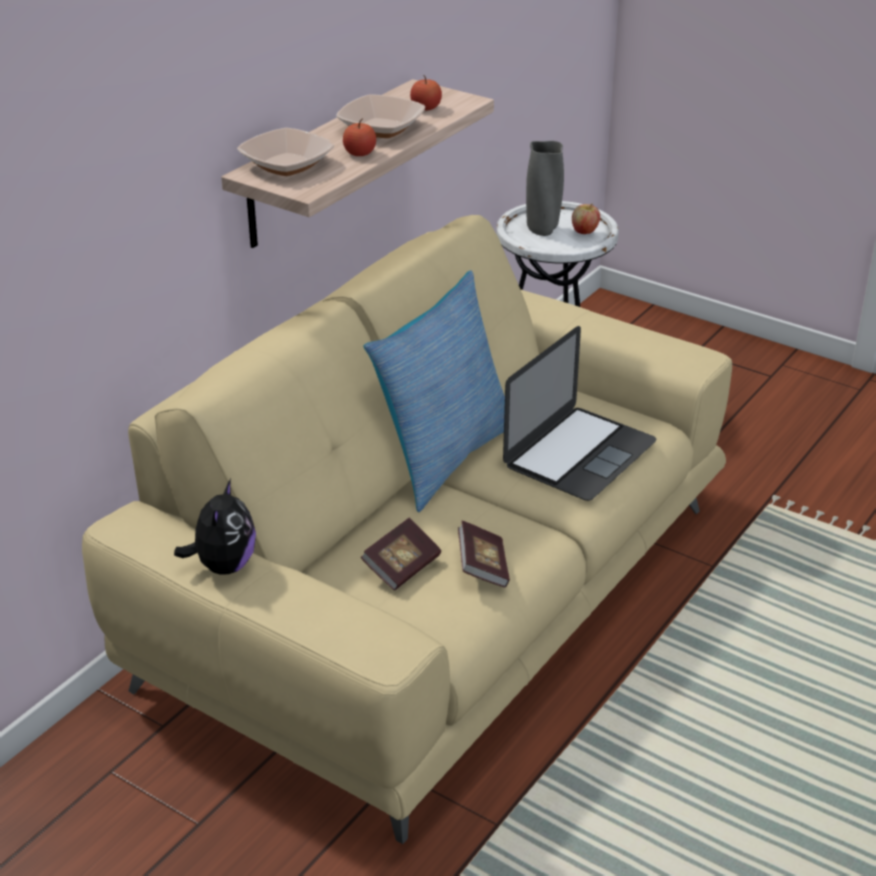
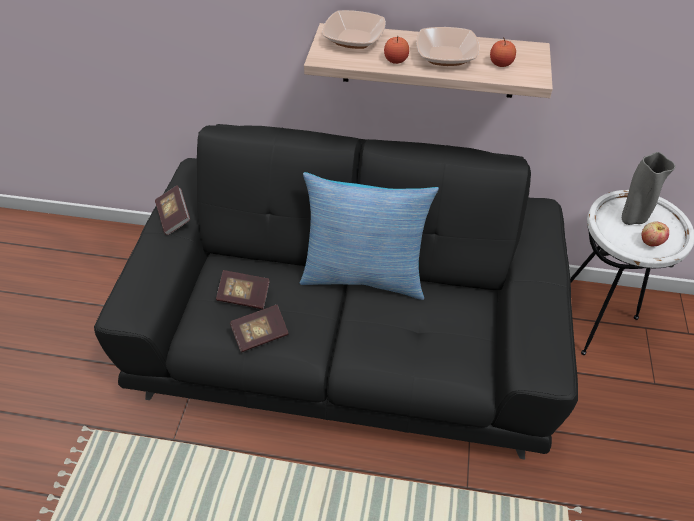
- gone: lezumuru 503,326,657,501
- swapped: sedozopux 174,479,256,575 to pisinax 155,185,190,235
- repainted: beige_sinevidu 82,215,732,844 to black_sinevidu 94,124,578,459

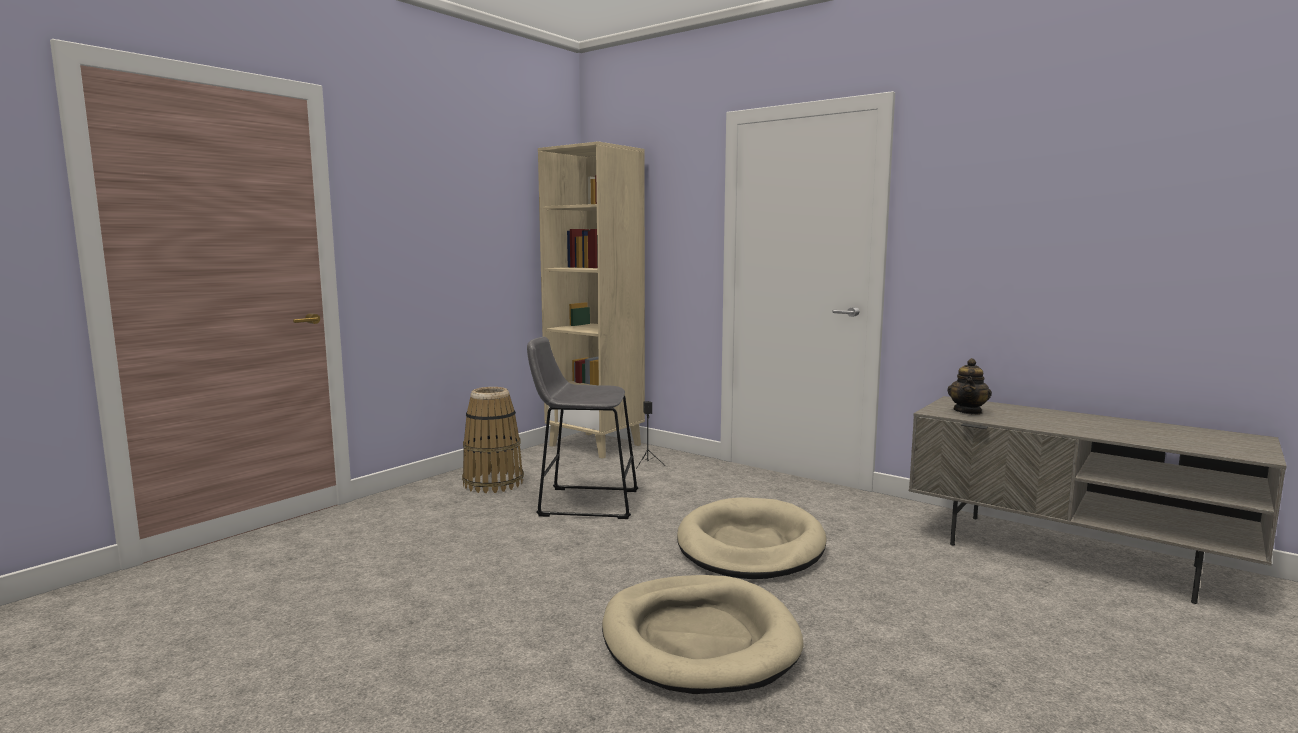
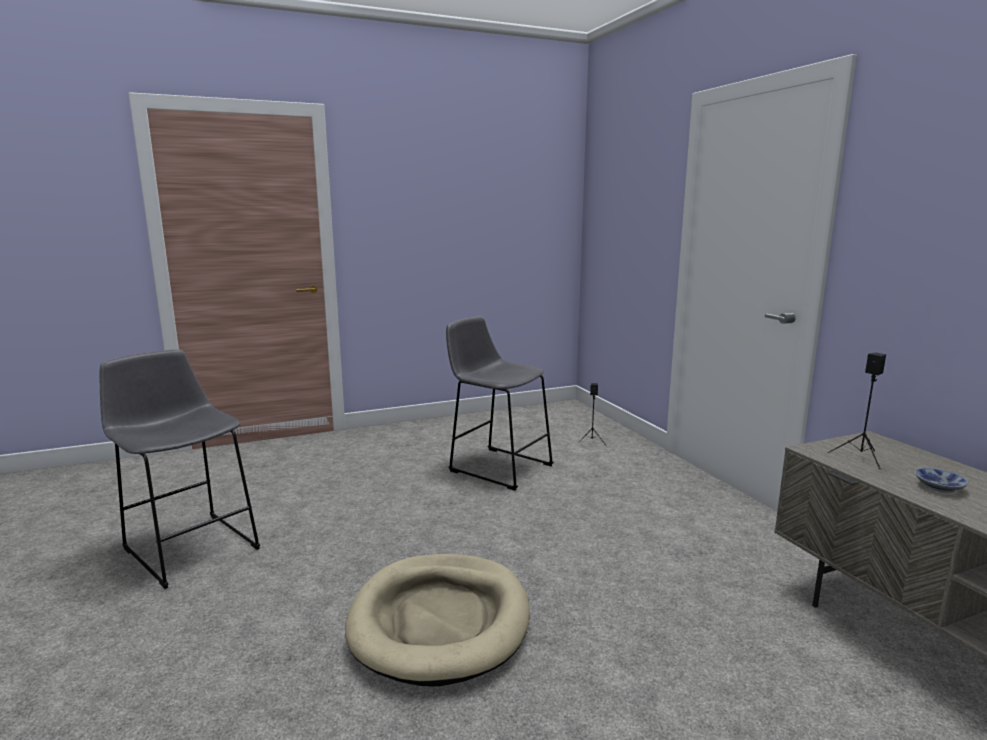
- gone: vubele 462,387,524,493
- gone: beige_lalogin 538,141,645,459
- gone: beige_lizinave 677,497,827,579
- new: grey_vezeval 99,349,260,589
- new: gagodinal 915,468,968,493
- swapped: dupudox 947,358,992,415 to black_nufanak 828,353,886,469

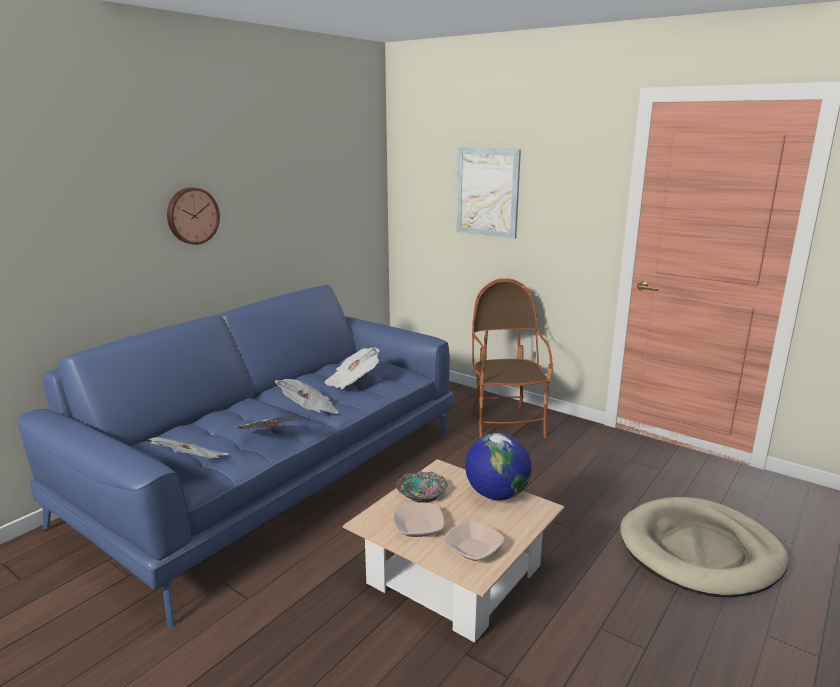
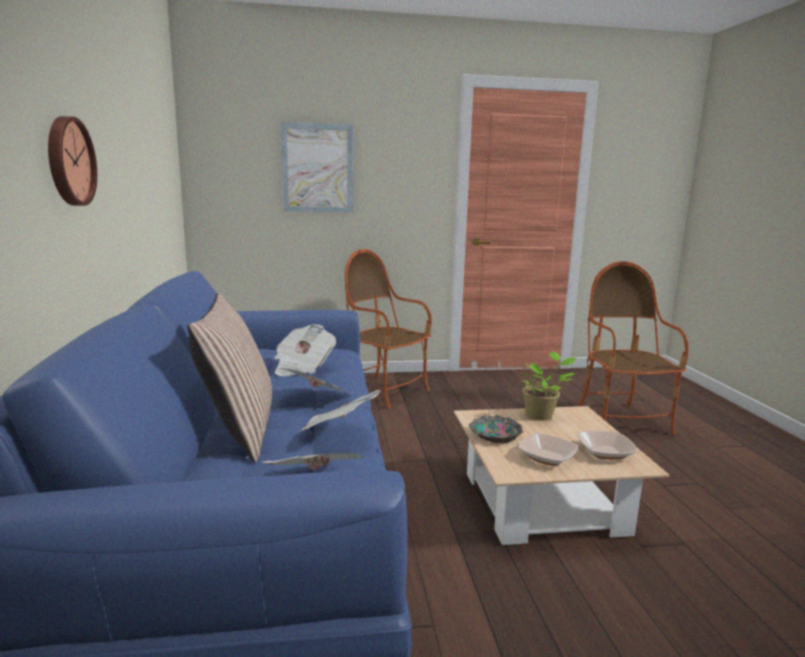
- new: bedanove 187,293,272,463
- swapped: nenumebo 465,433,532,500 to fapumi 520,351,576,421
- swapped: beige_lizinave 620,497,789,597 to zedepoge 578,261,689,436

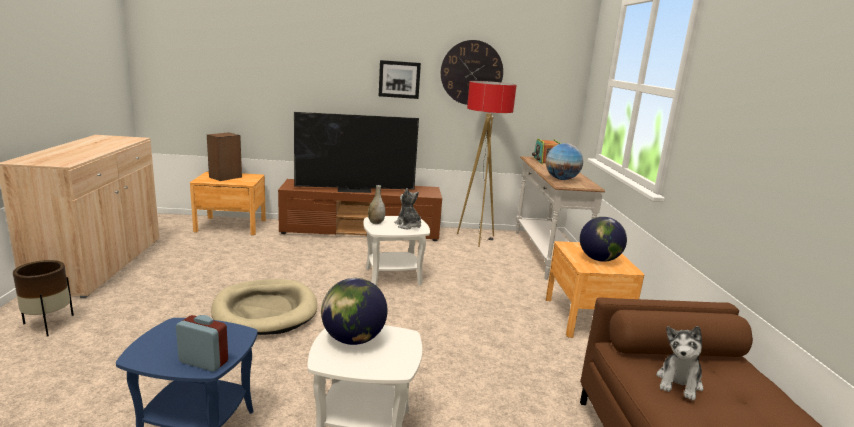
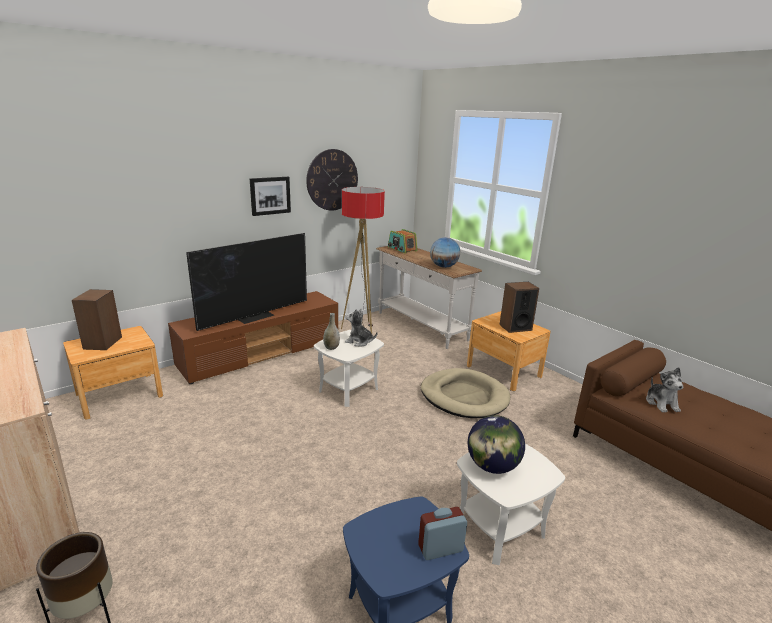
- shifted: beige_lizinave 211,279,317,335 to 421,368,510,418
- swapped: nenumebo 580,217,627,262 to nufanak 499,282,539,333

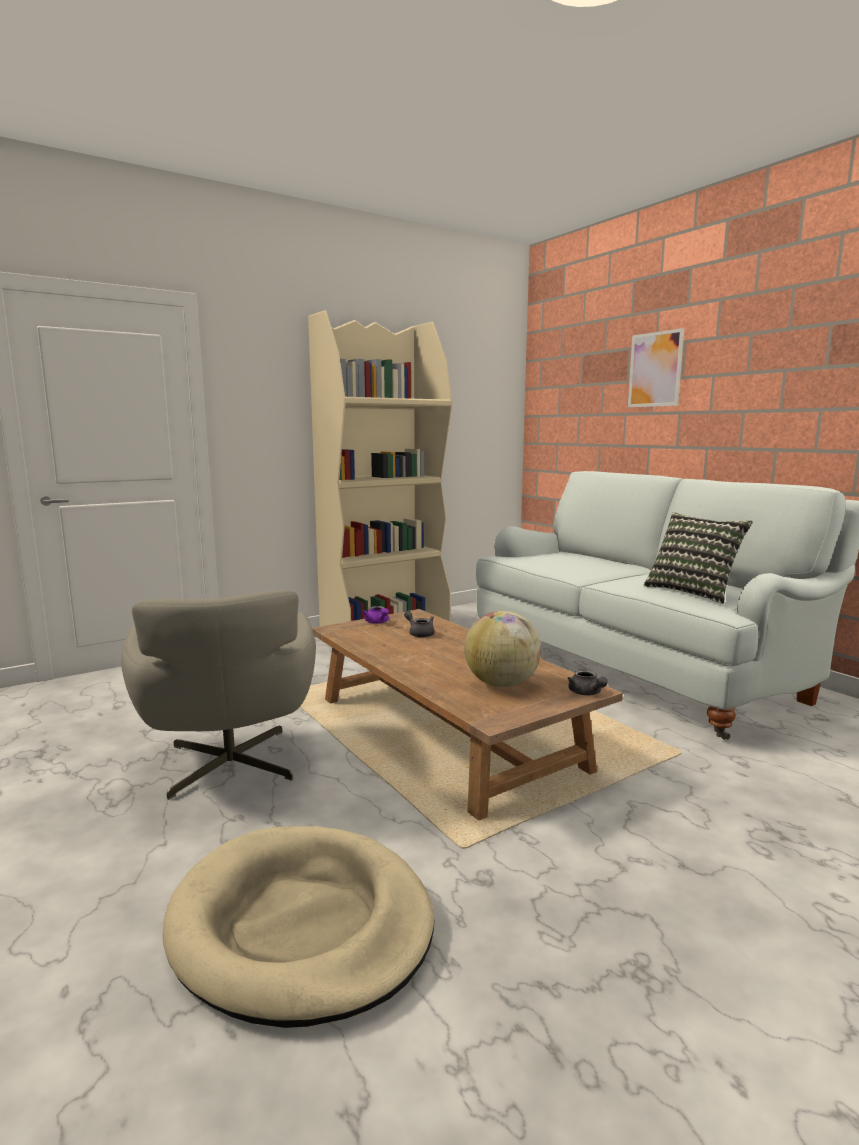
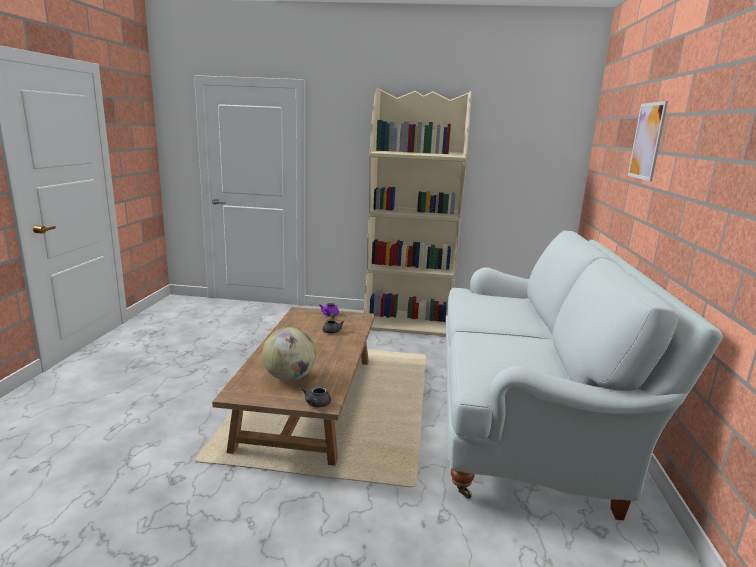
- gone: grey_zedepoge 121,590,316,800
- gone: beige_lizinave 162,826,434,1028
- gone: bedanove 644,512,753,604

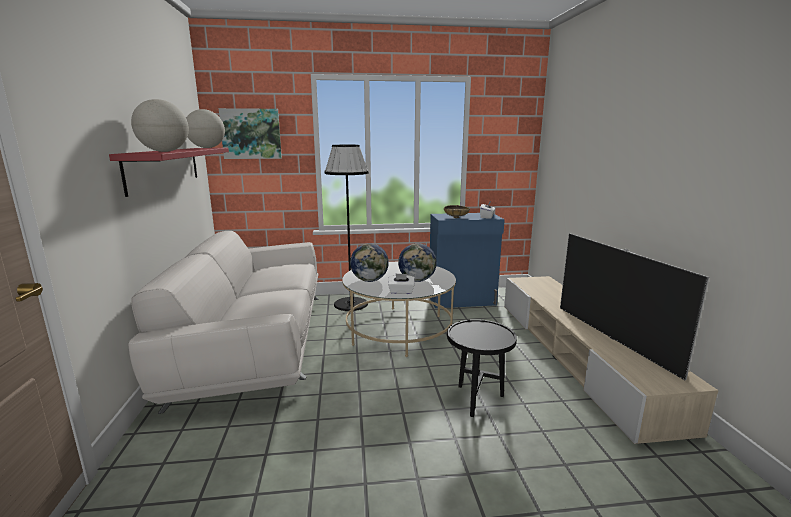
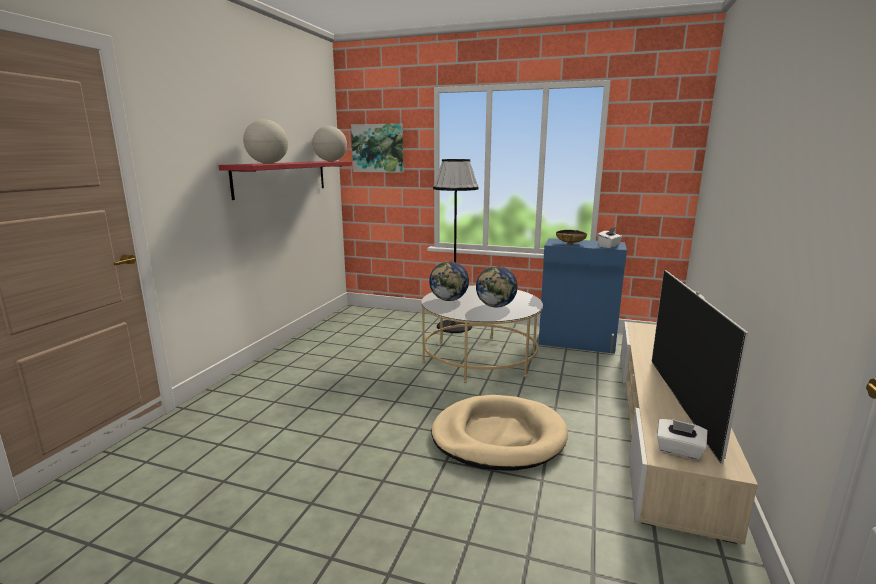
- gone: white_sinevidu 128,231,318,414
- shifted: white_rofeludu 388,274,415,294 to 657,419,707,460
- swapped: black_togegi 447,319,517,417 to beige_lizinave 431,395,568,471

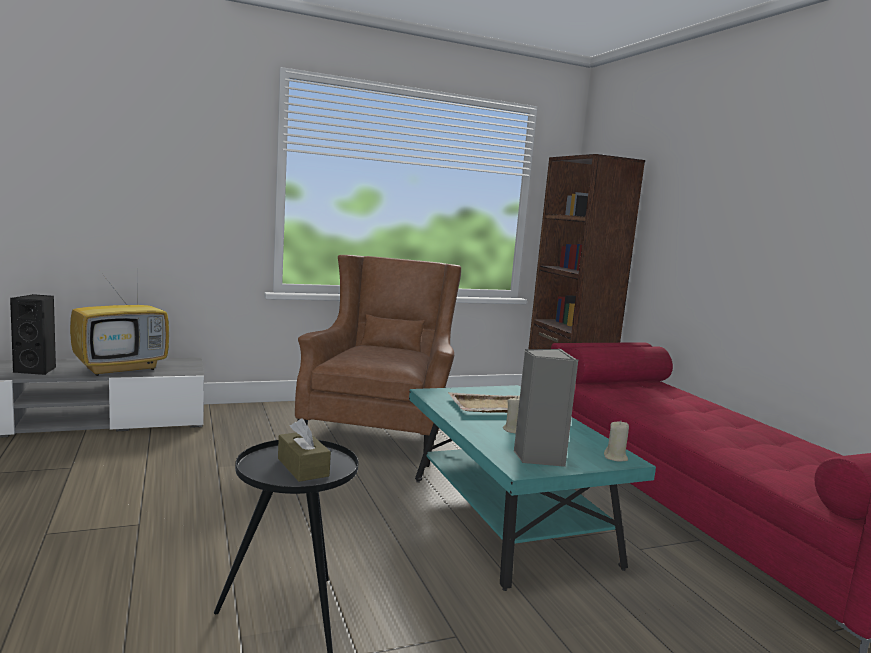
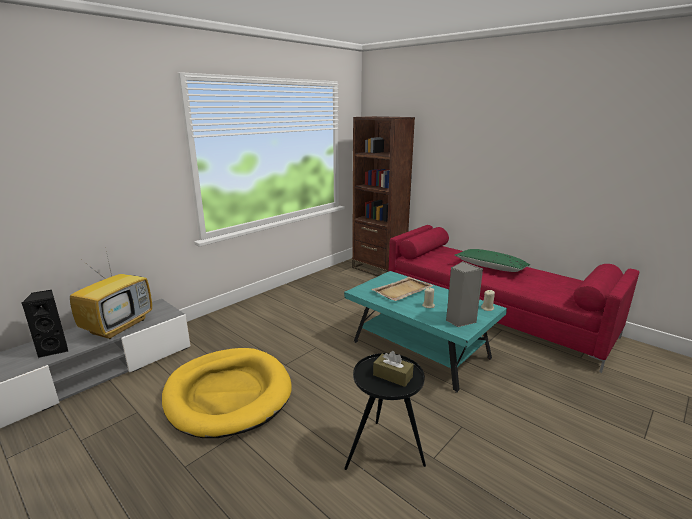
- gone: brown_zedepoge 295,255,461,467
- new: yellow_lizinave 162,348,292,438
- new: green_bedanove 455,249,530,272

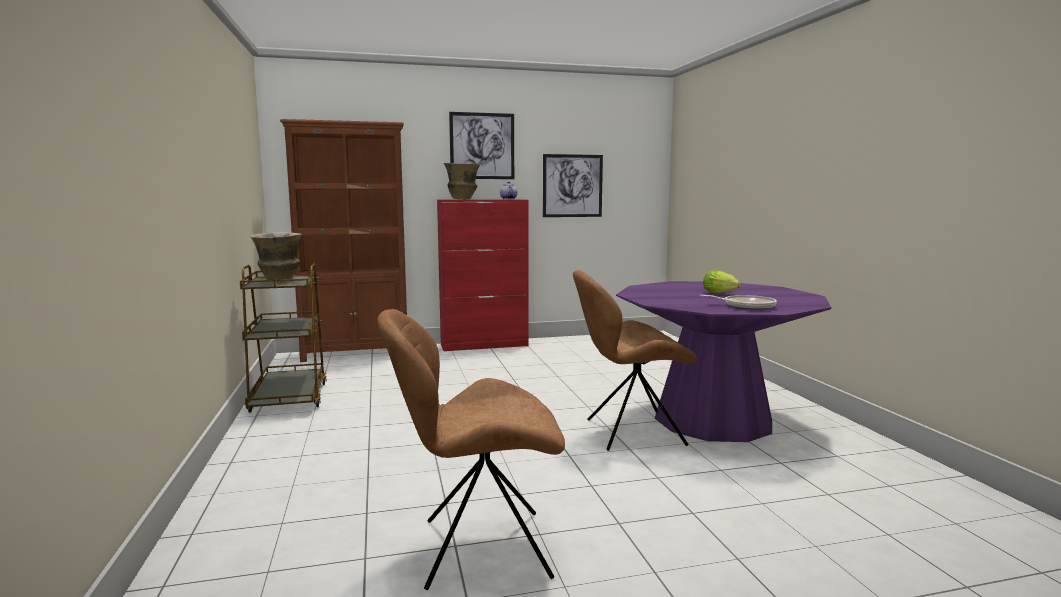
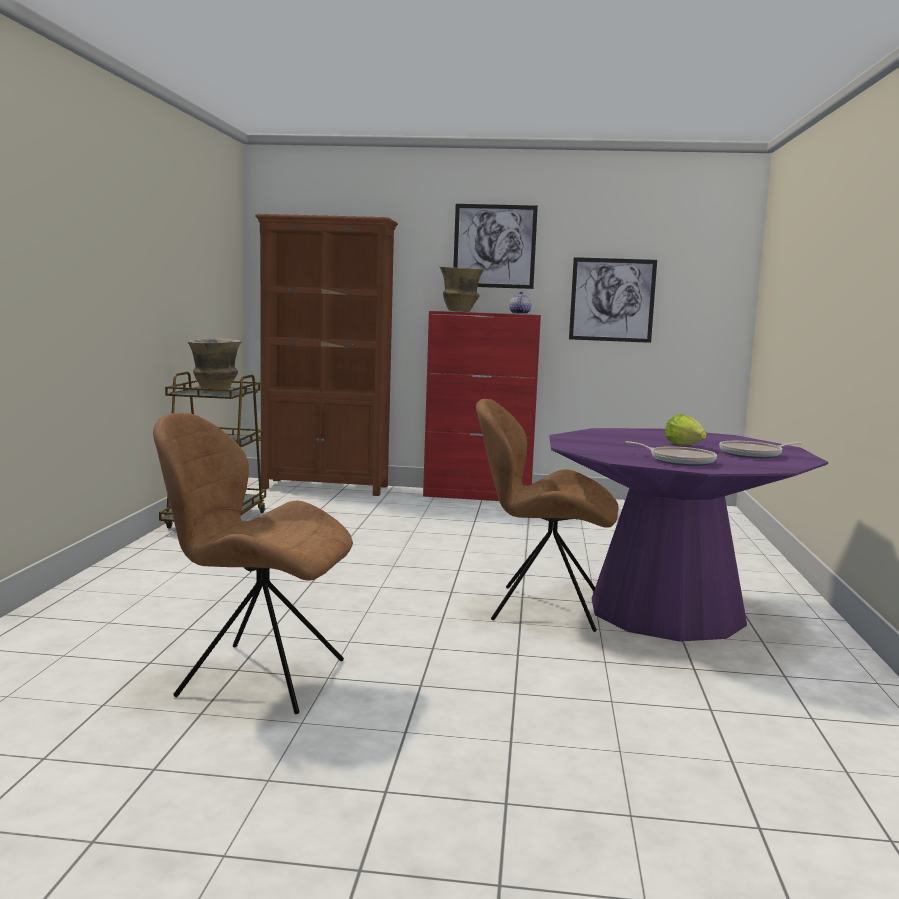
- new: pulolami 719,441,803,459

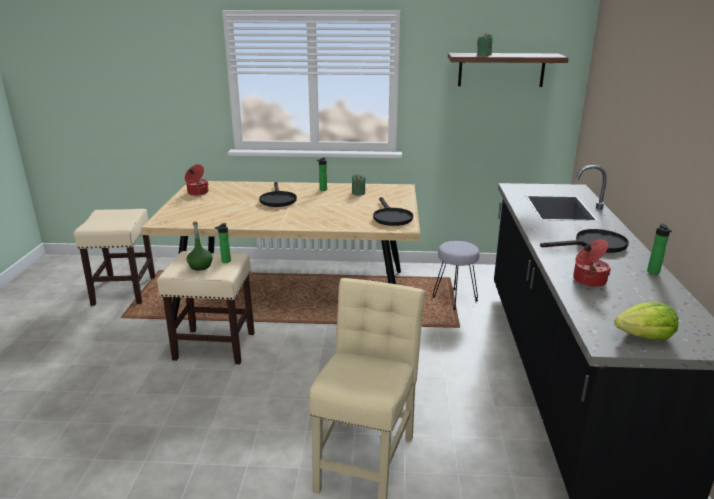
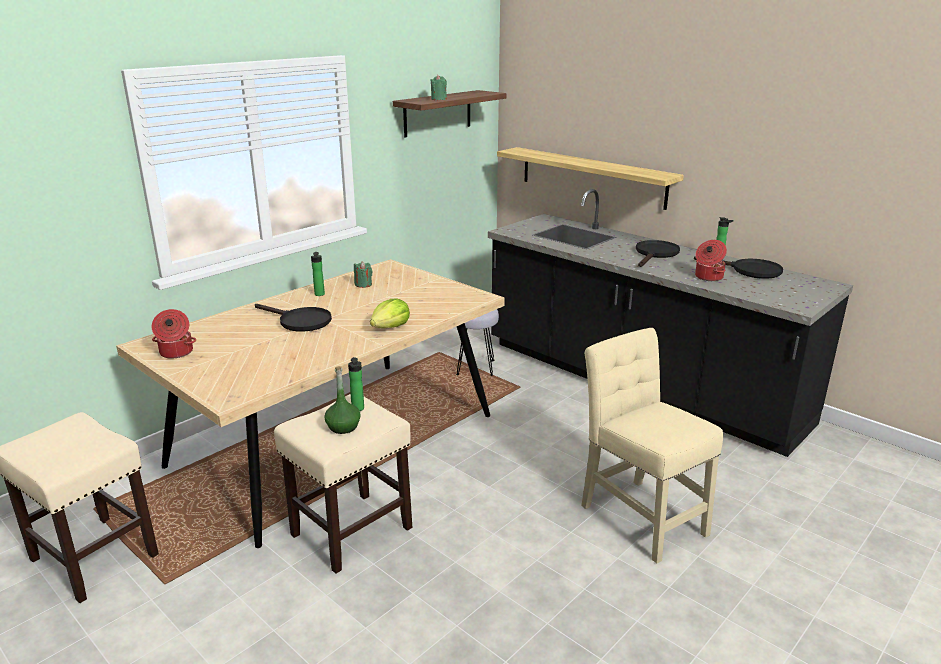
- new: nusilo 497,147,684,210
- shifted: black_pulolami 373,197,413,226 to 694,256,783,279
- shifted: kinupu 614,302,678,340 to 370,298,410,328

